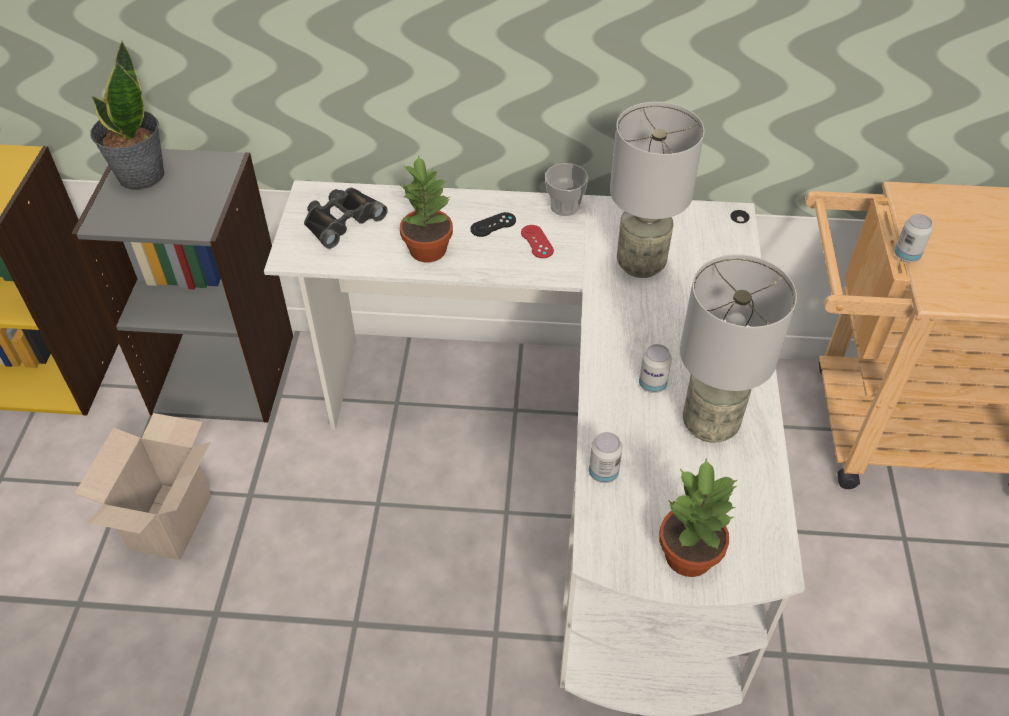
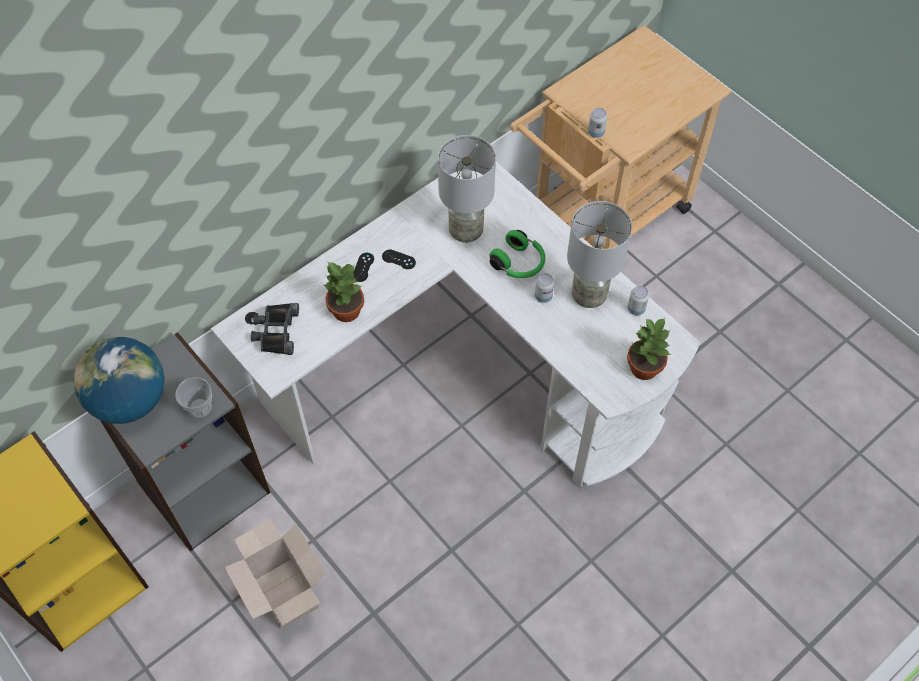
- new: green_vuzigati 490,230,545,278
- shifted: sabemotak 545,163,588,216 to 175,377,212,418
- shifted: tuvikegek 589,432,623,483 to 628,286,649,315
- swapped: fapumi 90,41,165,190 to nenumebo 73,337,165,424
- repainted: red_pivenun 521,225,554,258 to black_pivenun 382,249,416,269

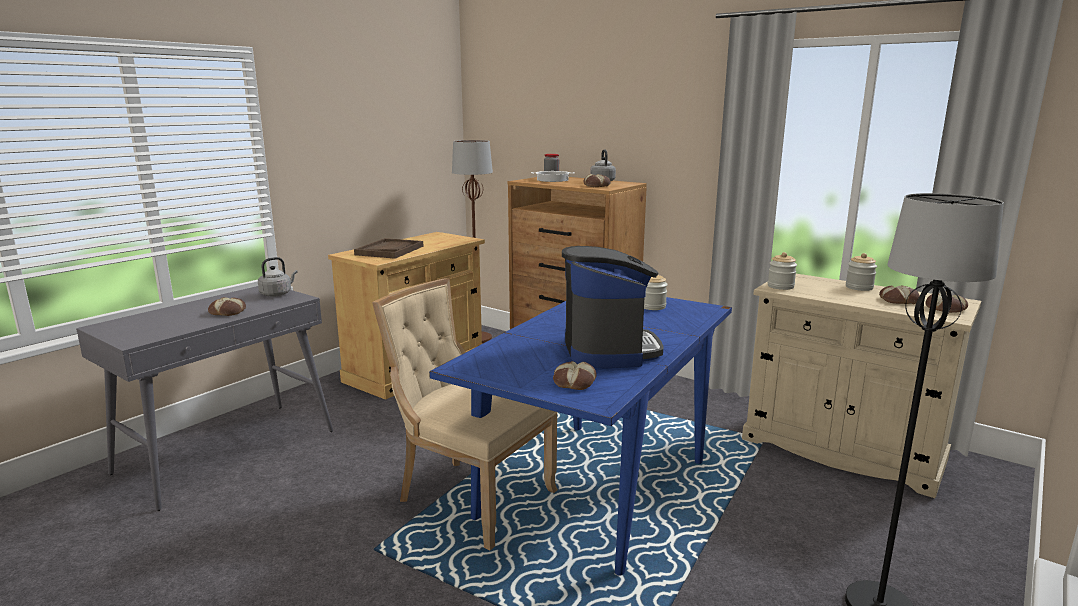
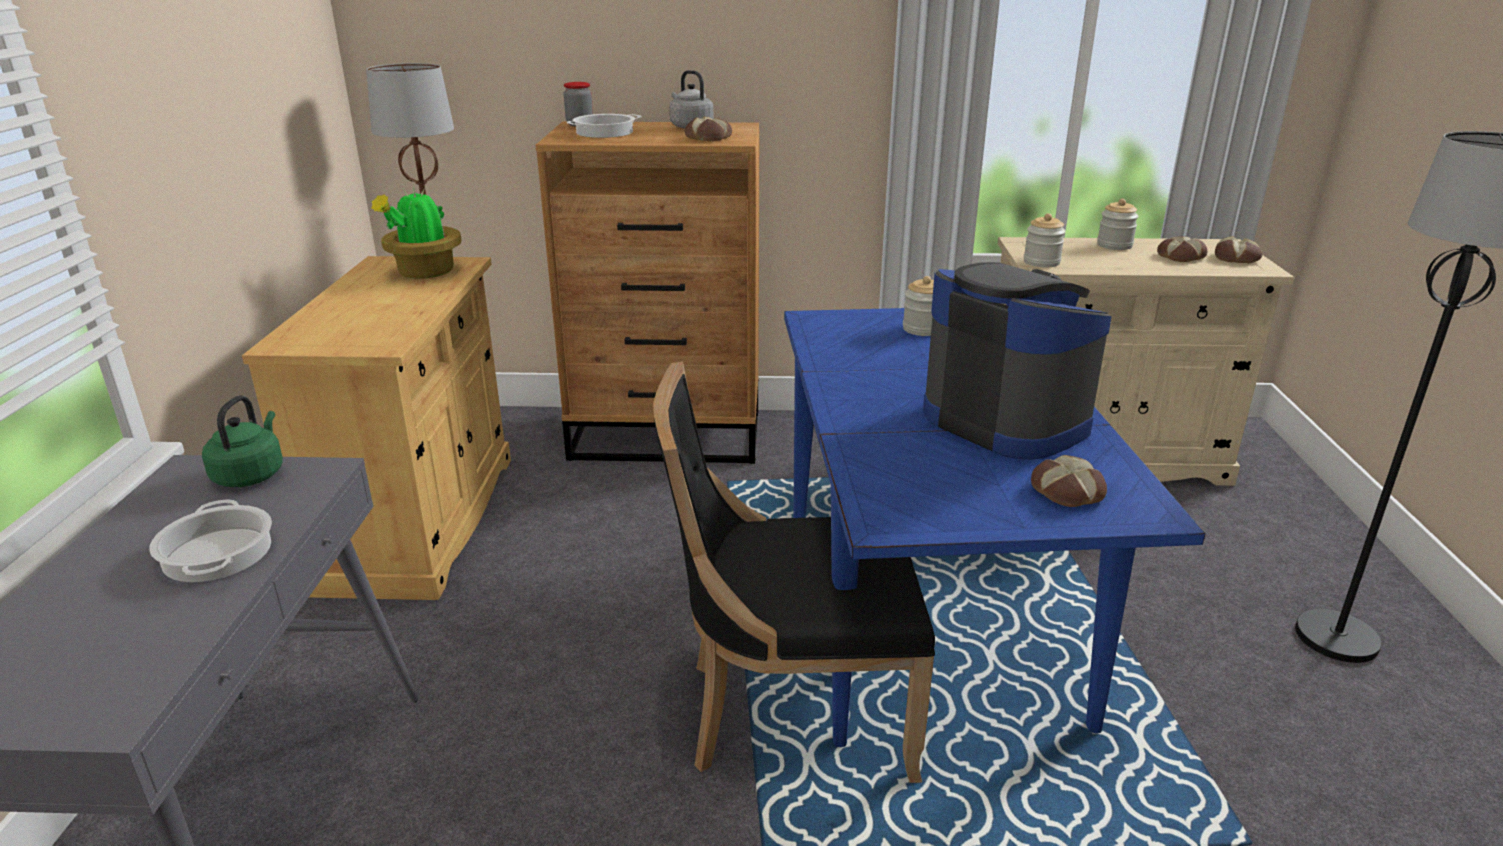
- gone: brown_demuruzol 354,238,424,259
- new: fapumi 371,186,462,279
- swapped: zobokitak 208,297,246,316 to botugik 149,499,272,582
- repainted: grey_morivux 258,257,298,297 to green_morivux 202,395,283,487
- repainted: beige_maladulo 372,278,558,550 to black_maladulo 653,362,935,783

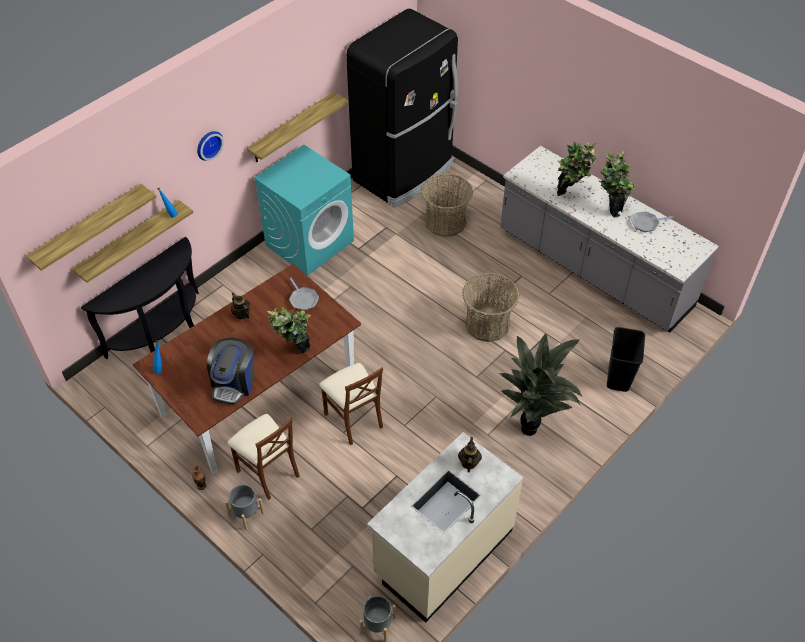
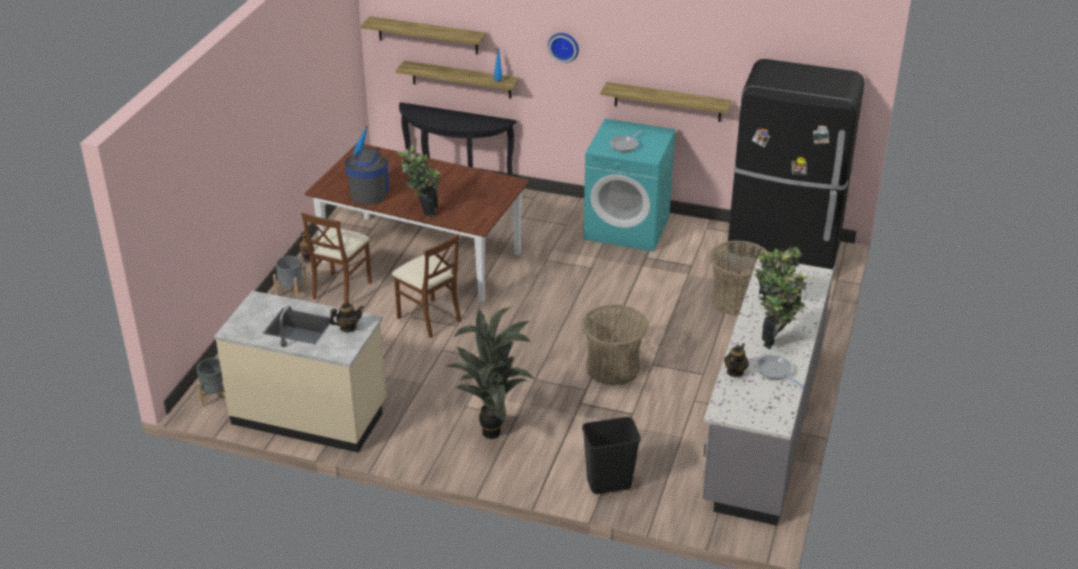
- shifted: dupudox 231,293,250,320 to 724,343,749,377
- shifted: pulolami 289,278,319,311 to 610,130,642,153
- rotated: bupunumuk 207,338,255,404 = 344,148,389,205 105 degrees clockwise
- rotated: brown_maladulo 319,363,383,445 = 392,234,461,338 75 degrees counterclockwise

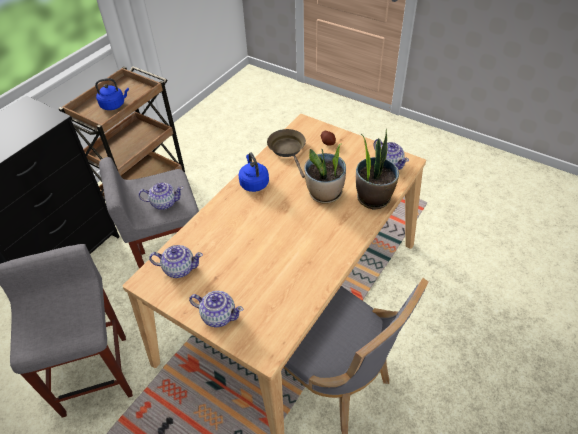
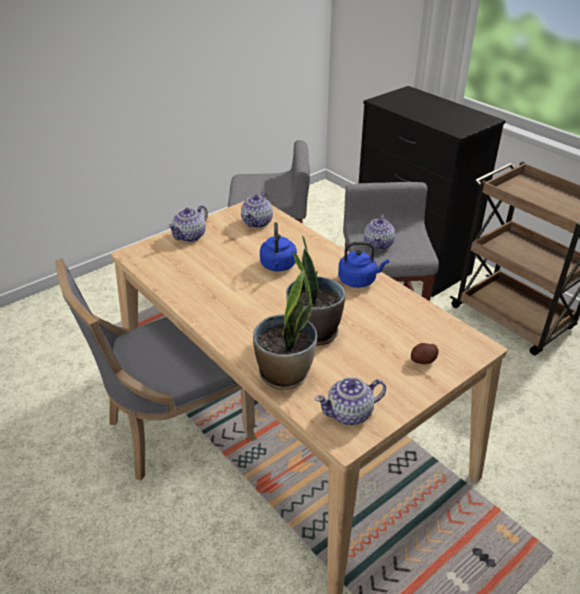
- gone: brown_pulolami 267,129,306,178
- shifted: blue_morivux 95,78,129,110 to 260,222,297,271

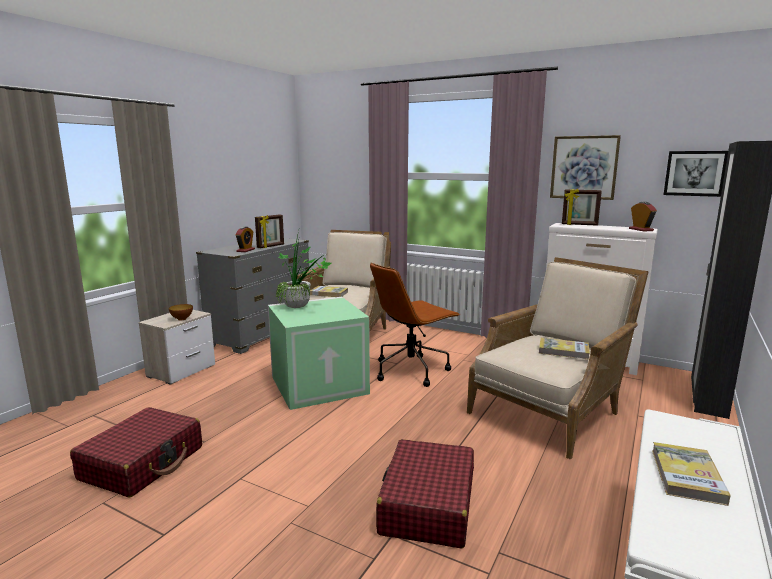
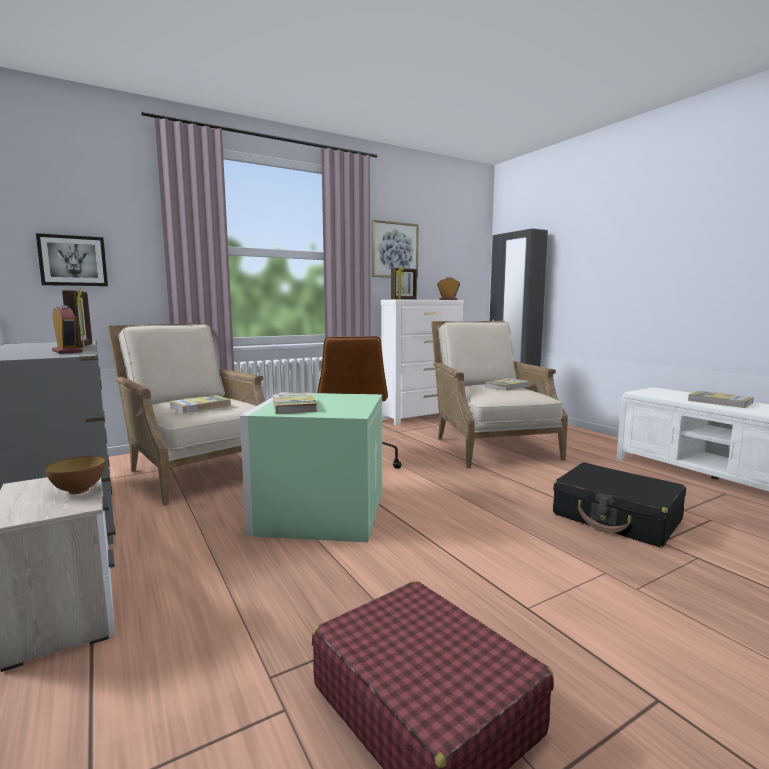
- shifted: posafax 663,151,728,197 to 36,233,108,286
- swapped: fapumi 276,231,331,308 to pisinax 273,392,317,414
- repainted: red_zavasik 376,439,474,548 to black_zavasik 553,462,686,547

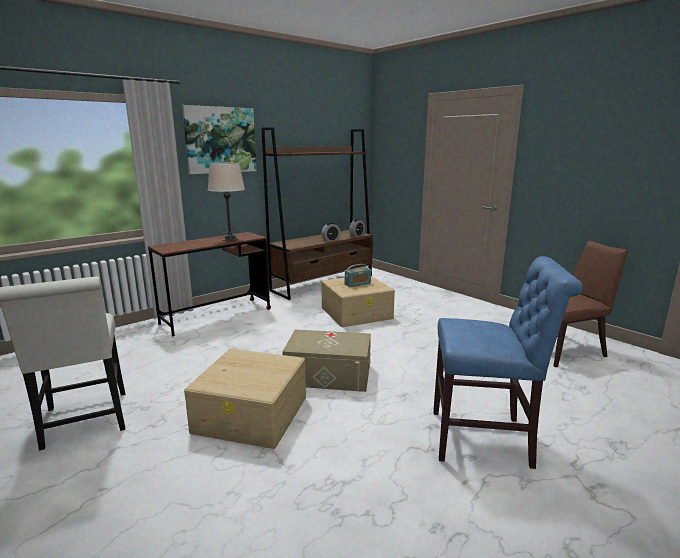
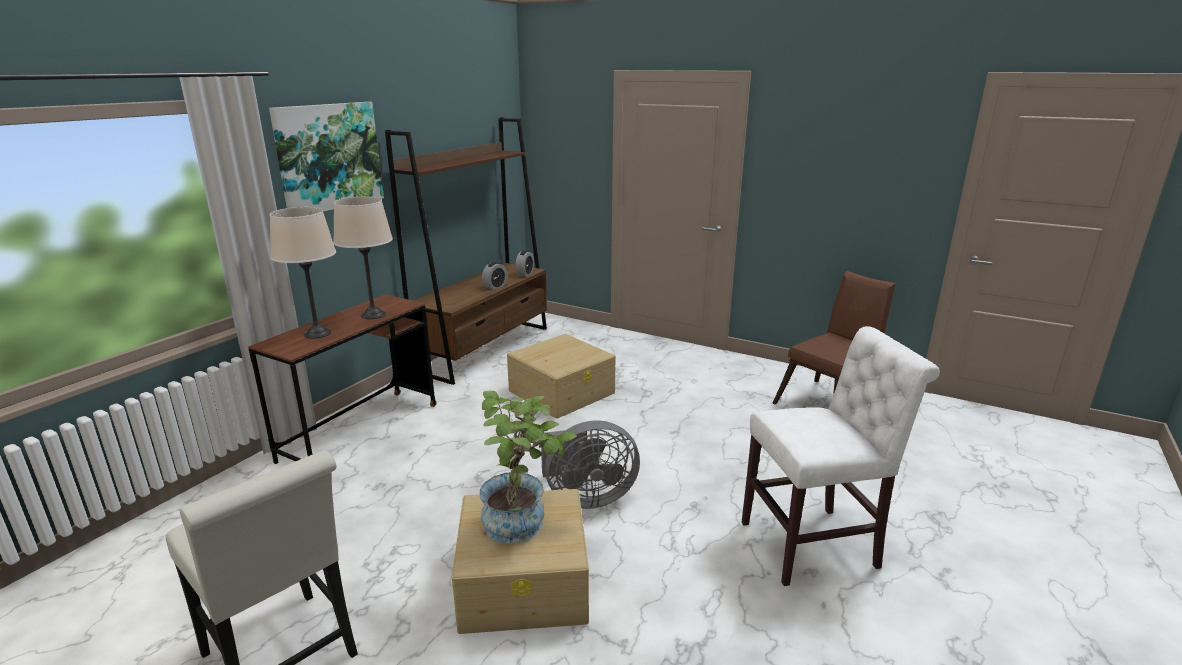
- gone: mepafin 345,264,371,287
- new: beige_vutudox 270,207,336,339
- new: fapumi 479,391,577,544
- swapped: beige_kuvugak 282,329,371,392 to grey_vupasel 541,420,640,509
- repainted: blue_maladulo 433,256,583,469 to white_maladulo 742,326,940,586

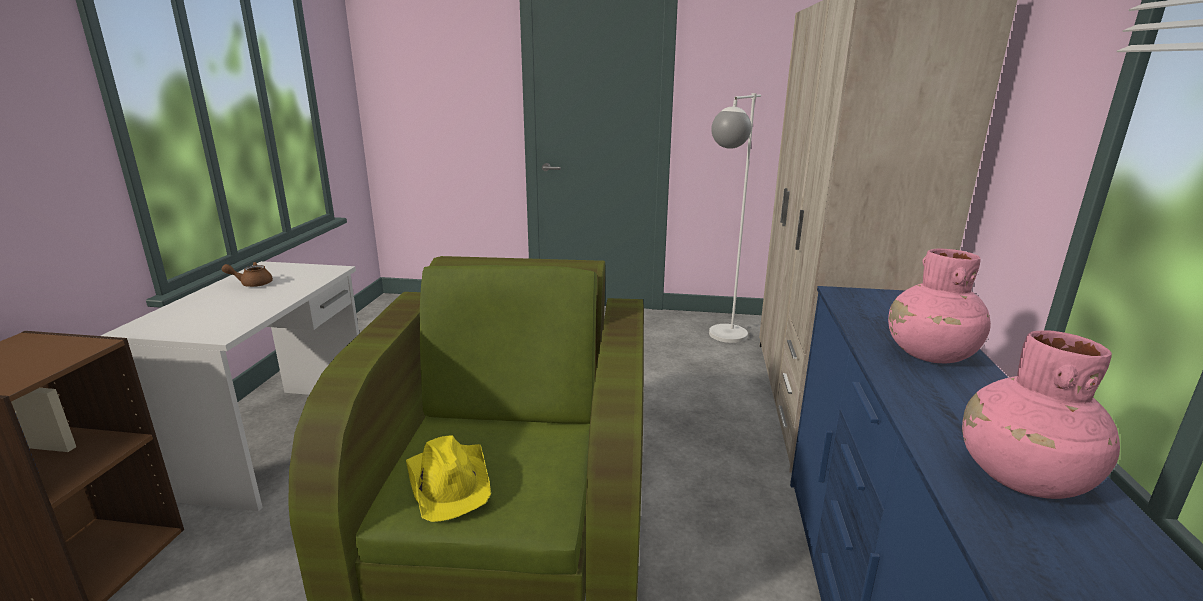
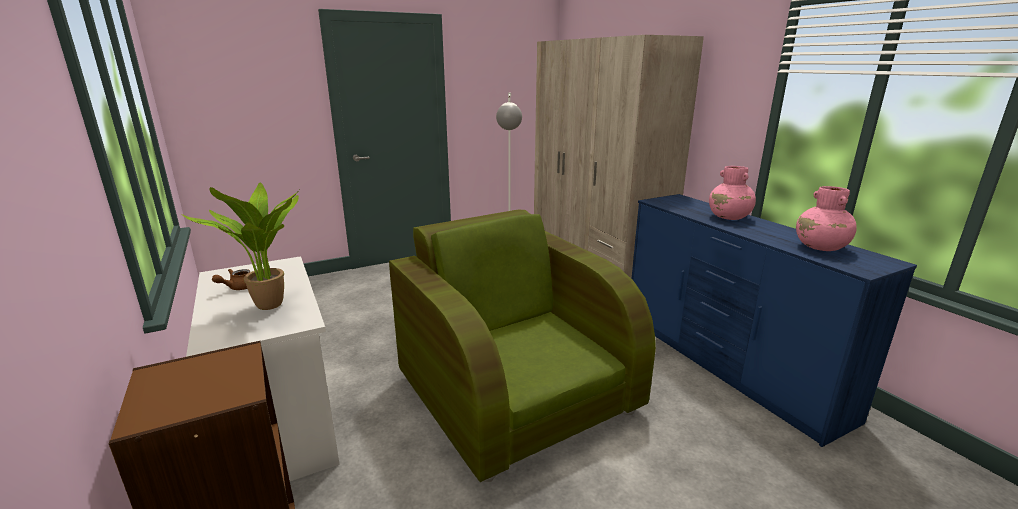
- gone: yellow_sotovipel 406,435,491,522
- new: fapumi 181,183,299,310

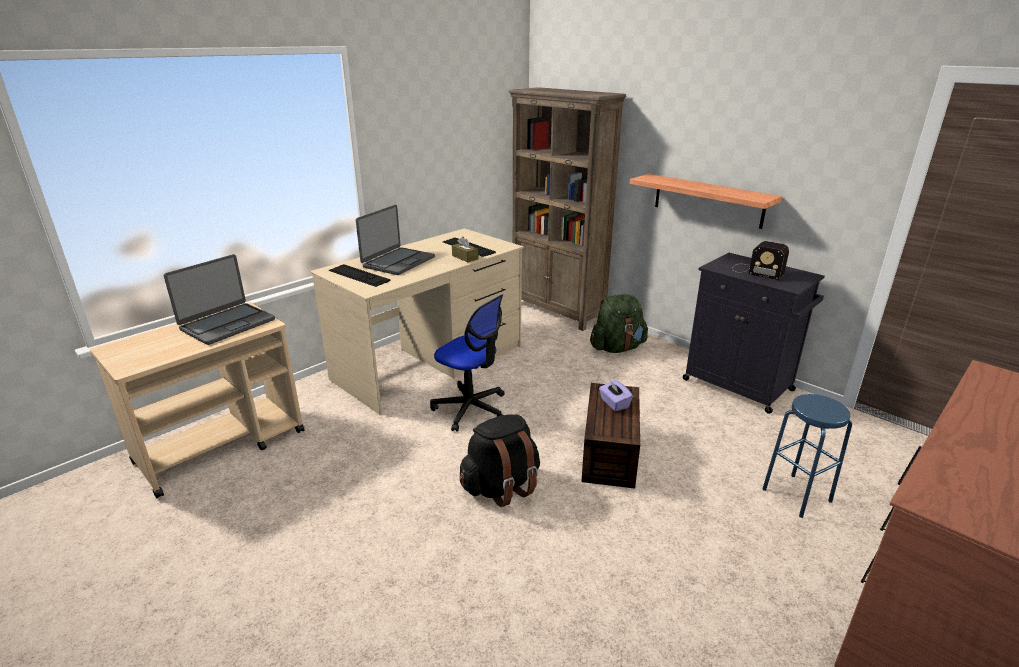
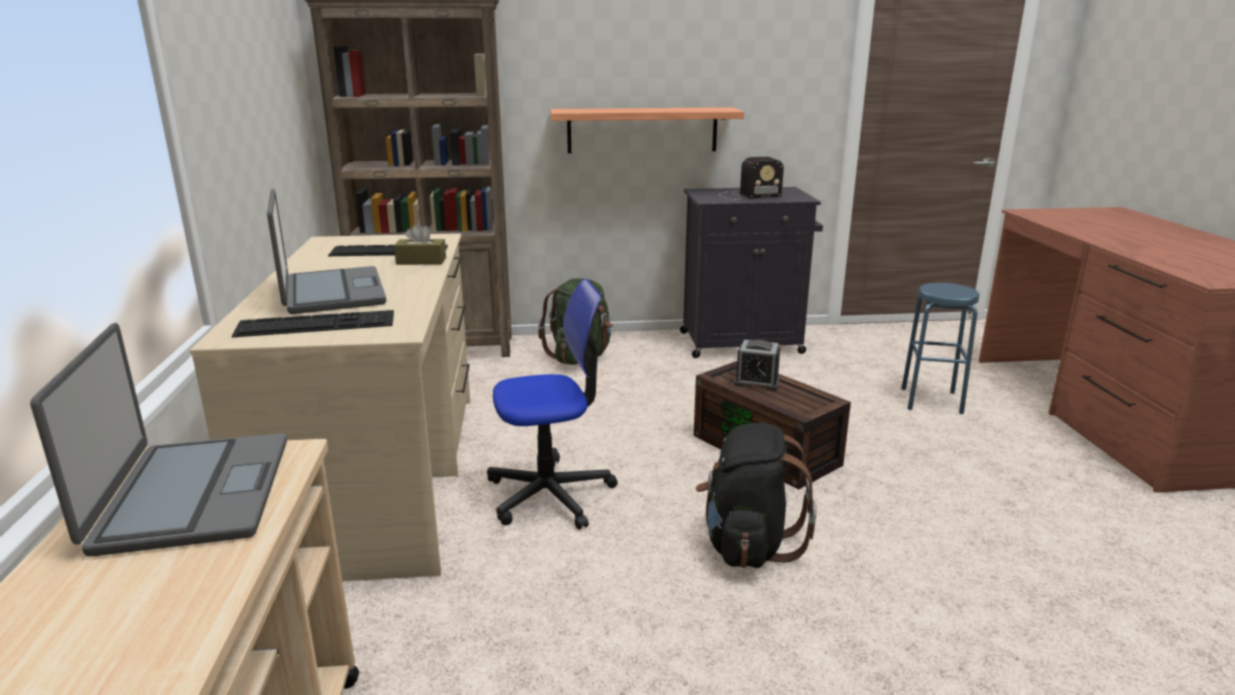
- swapped: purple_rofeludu 599,380,633,411 to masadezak 734,340,780,390

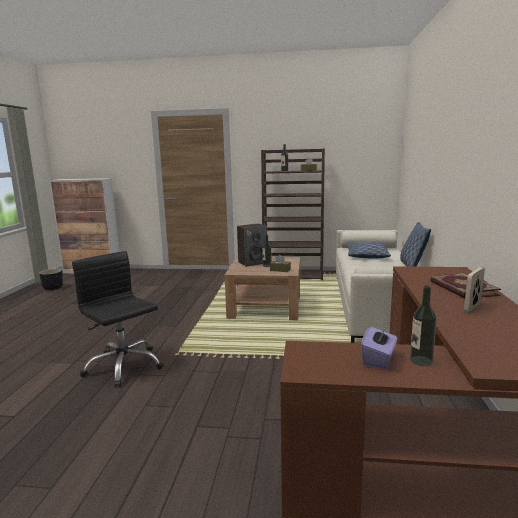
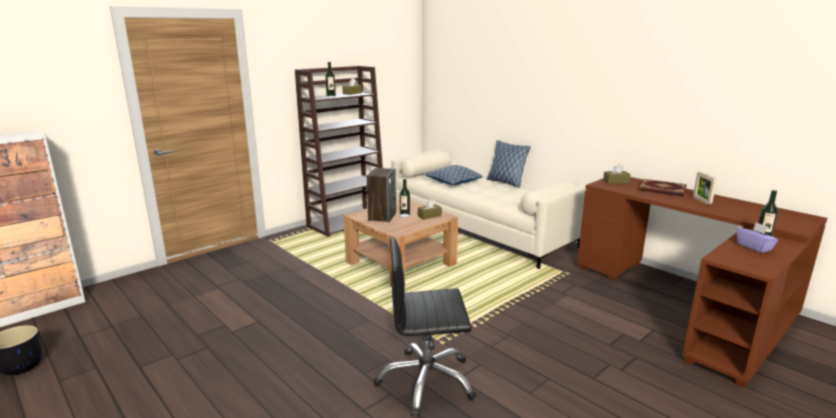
- new: brown_rofeludu 603,164,630,184

